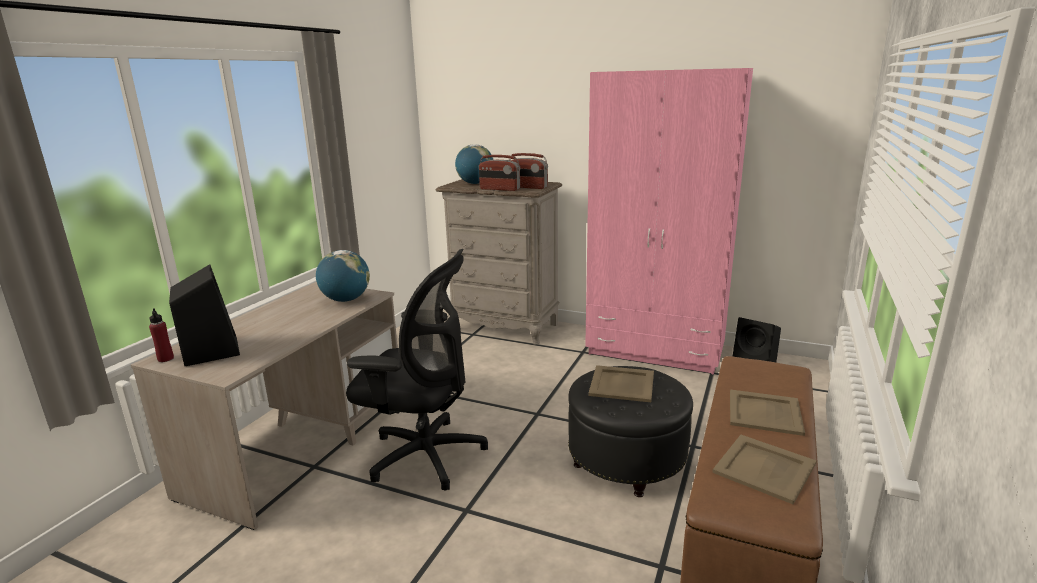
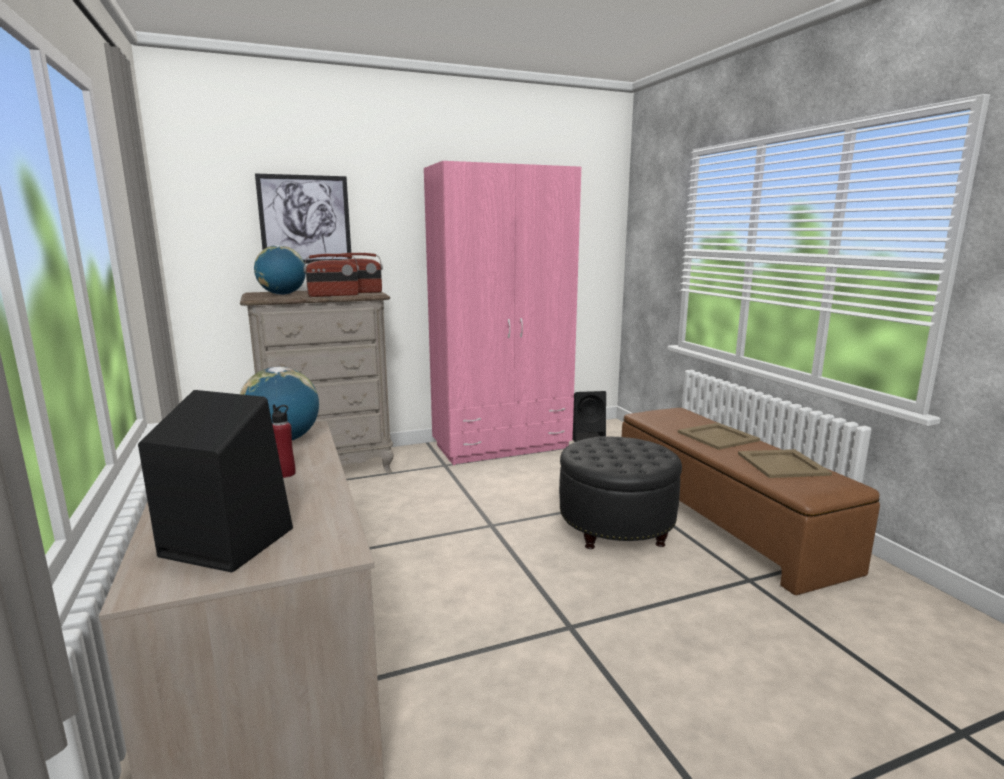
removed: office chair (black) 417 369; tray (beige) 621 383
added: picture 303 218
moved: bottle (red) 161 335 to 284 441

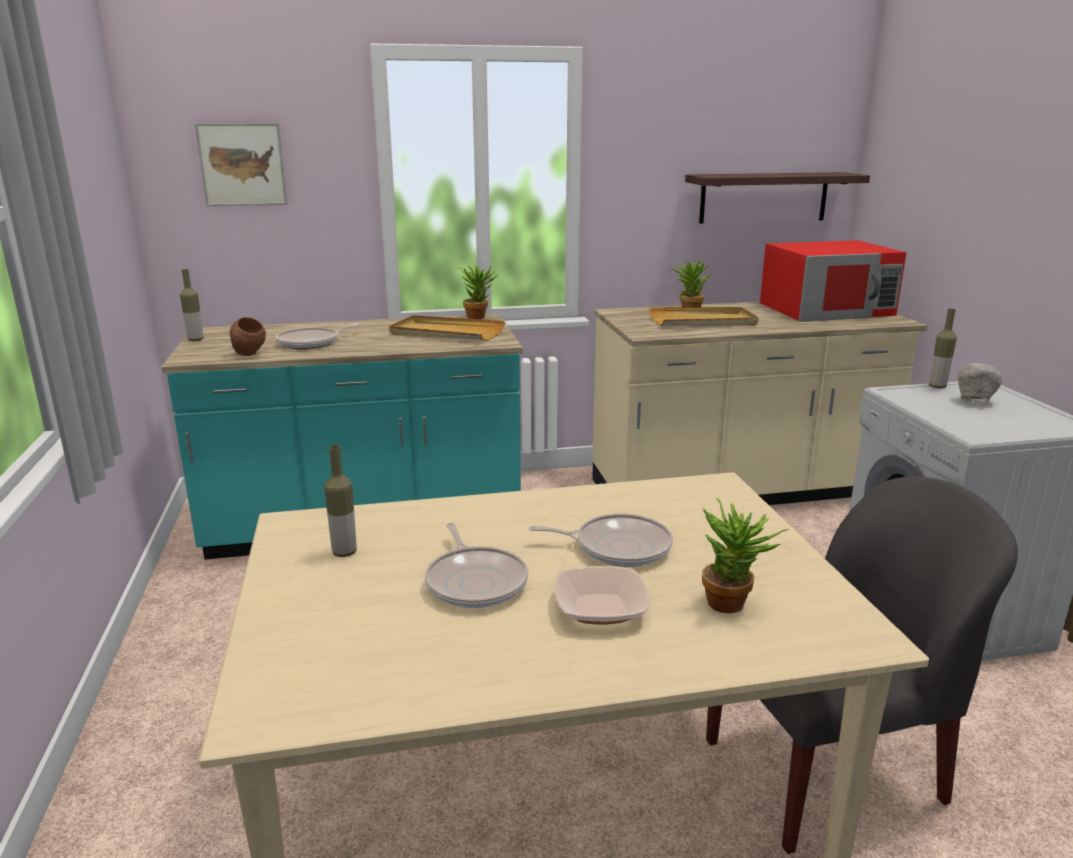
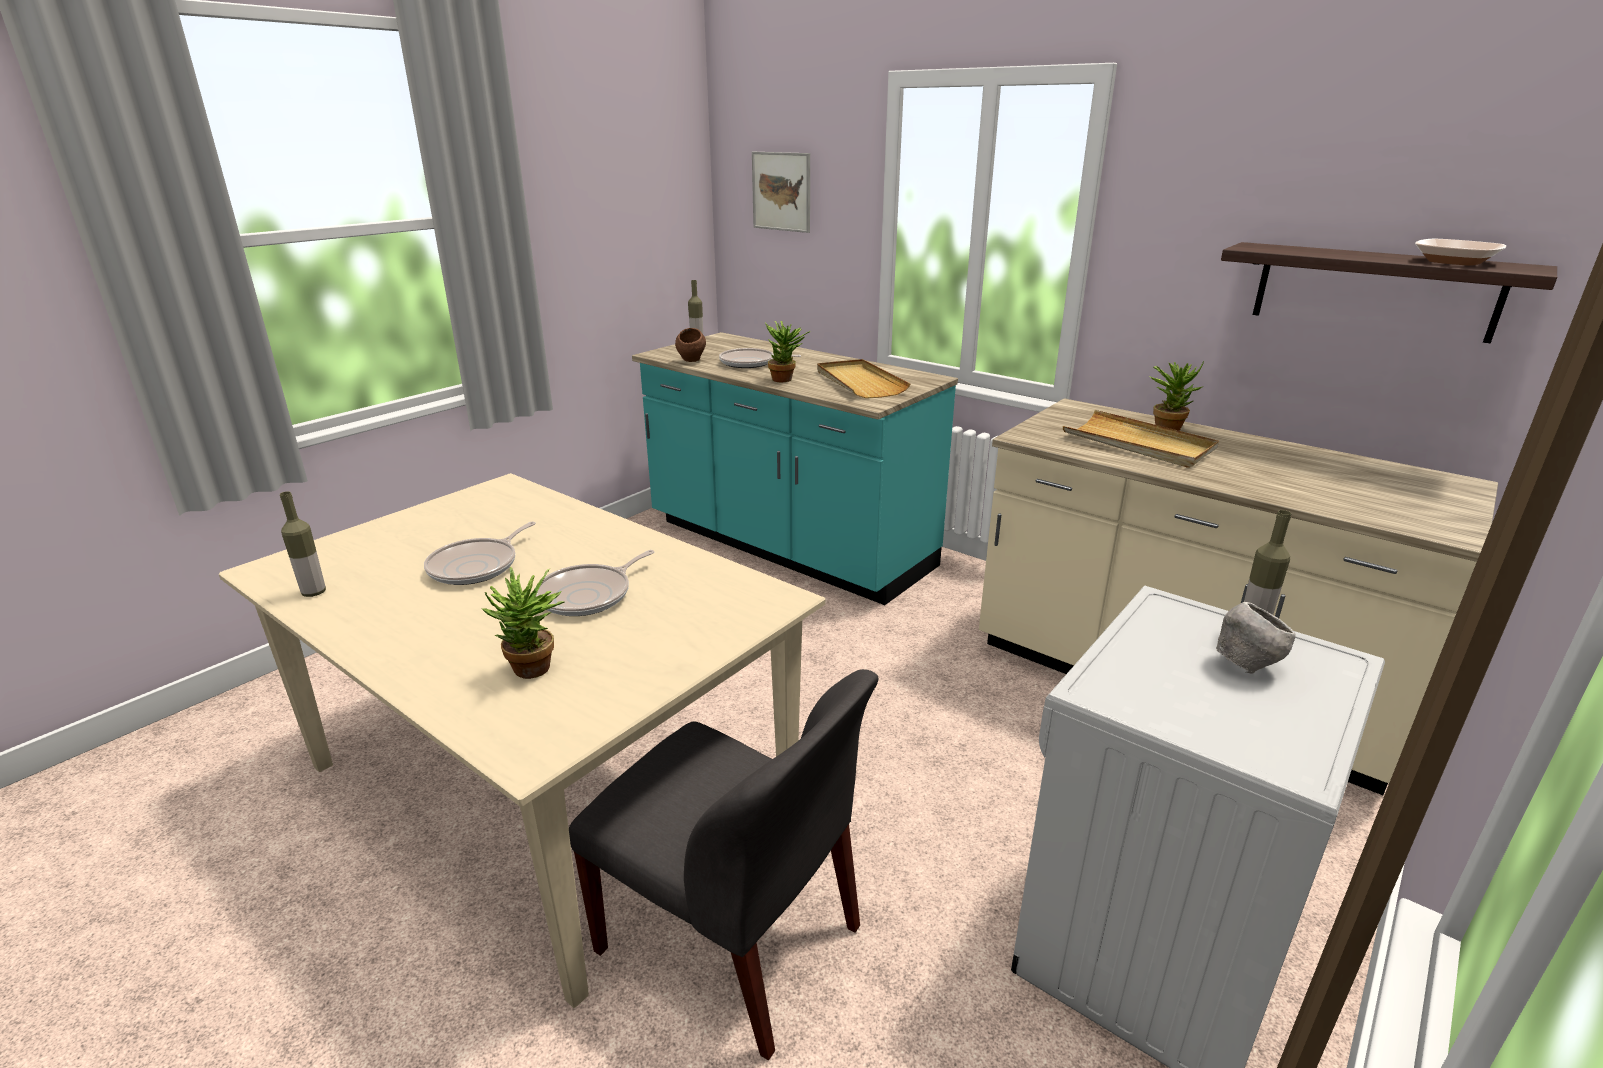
removed: microwave (red) 833 281
moved: potted plant 478 292 to 787 351; bottle 340 501 to 303 544; bowl 601 595 to 1460 252
turned: frying pan 601 540 = 595 583 75 degrees clockwise

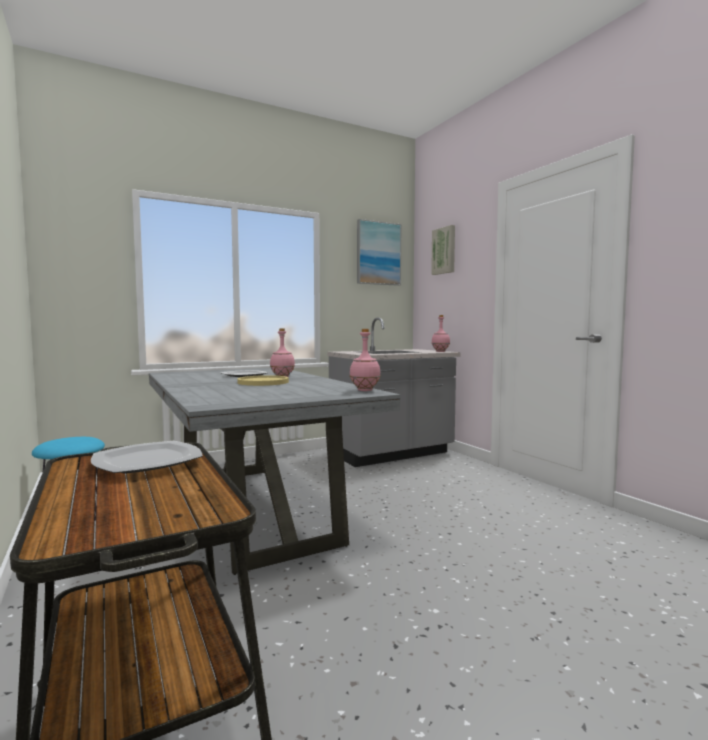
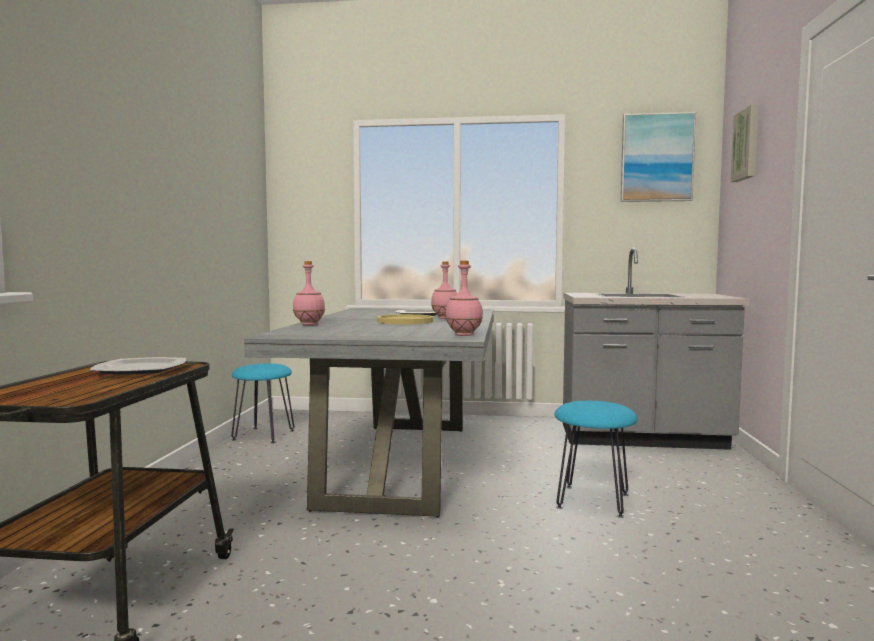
added: stool (turquoise) 596 459
moved: bottle (pink) 441 333 to 309 293

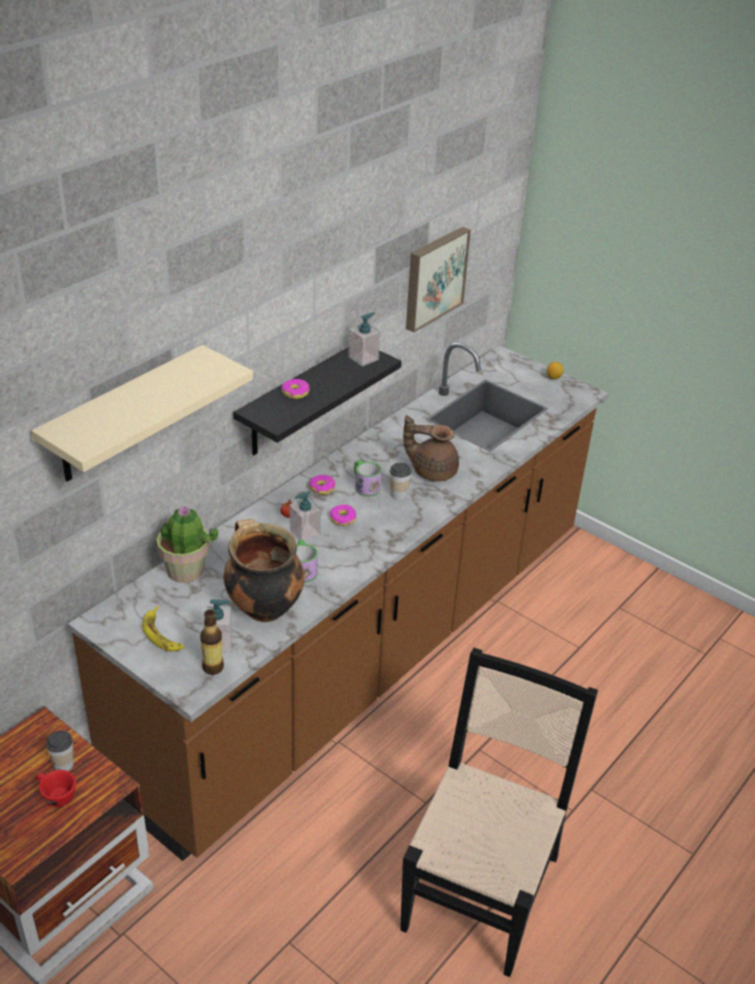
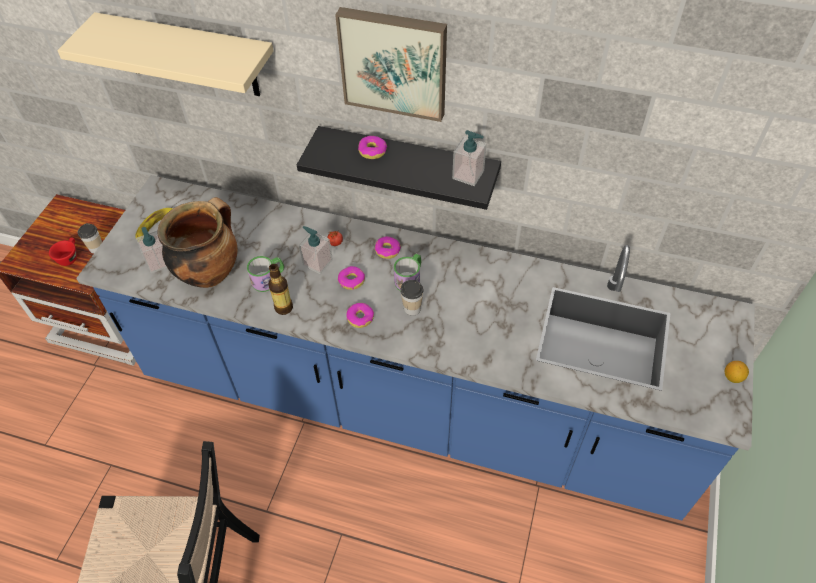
removed: teapot (brown) 431 448; potted plant 187 544
added: donut 360 315
moved: picture 438 280 to 391 64; bottle 212 642 to 280 289
recoloured: counter (brown) 338 601 to counter (blue) 415 347

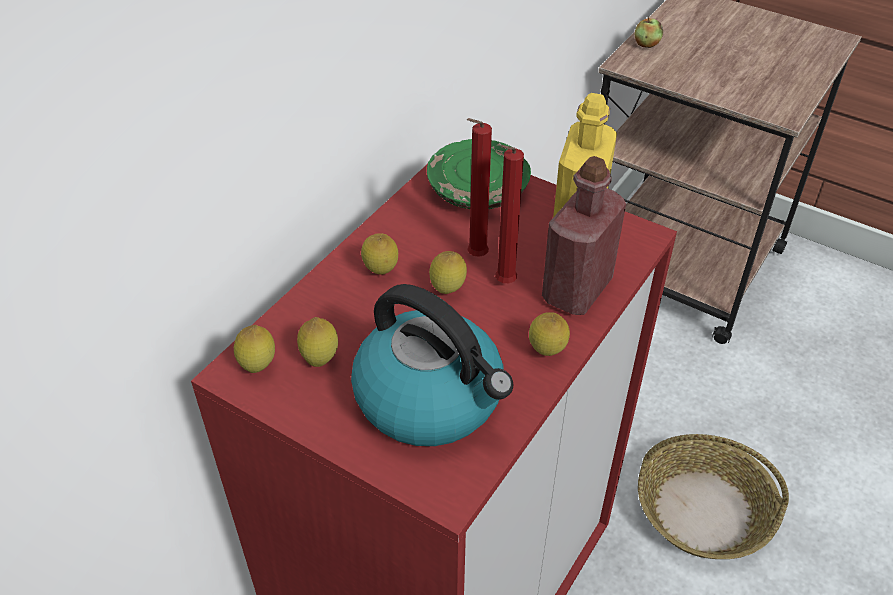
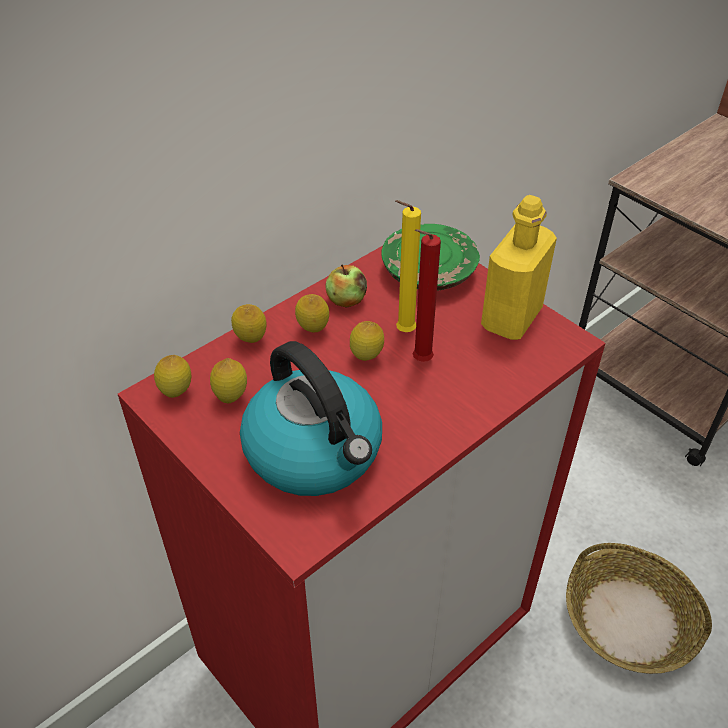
removed: bottle (red) 584 235
moved: apple 649 32 to 346 286; lemon 549 334 to 248 323
recoloured: candle (red) 479 187 to candle (yellow) 408 266

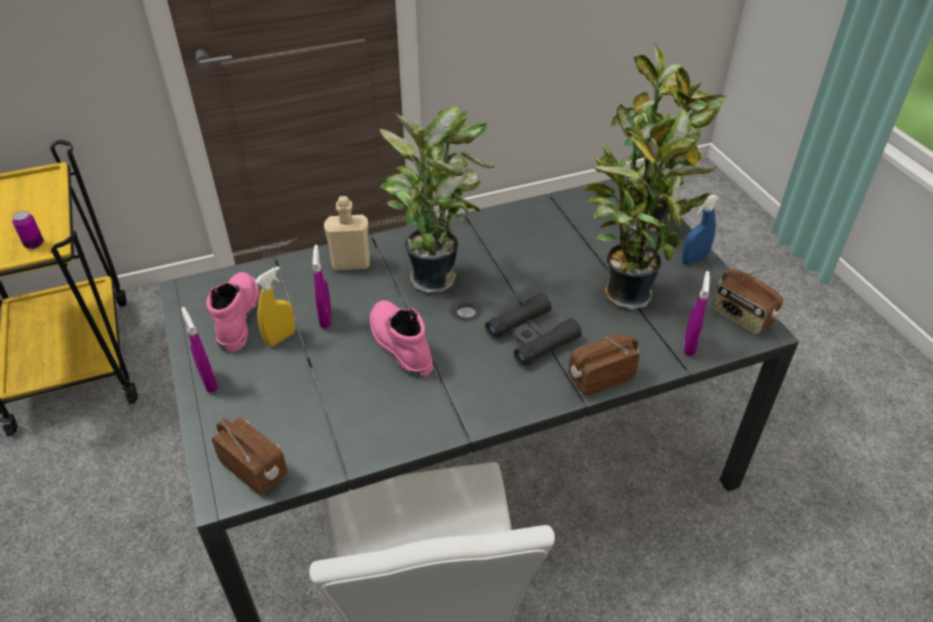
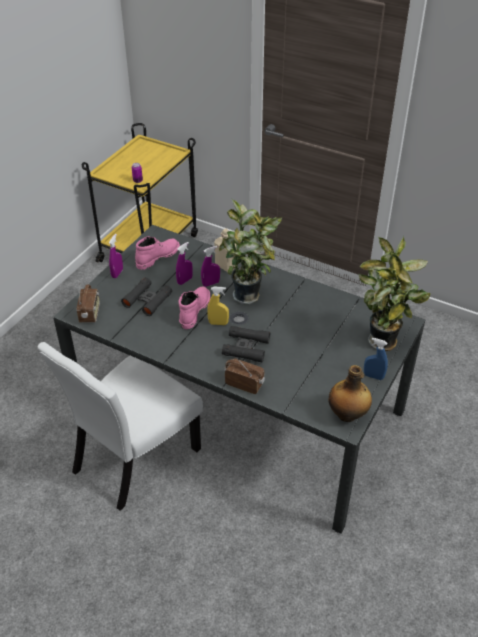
removed: potted plant 649 209
added: binoculars (black) 146 296
moved: spray bottle (yellow) 275 306 to 218 306; spray bottle (purple) 697 313 to 210 266
replaced: radio 747 300 to bottle 350 393

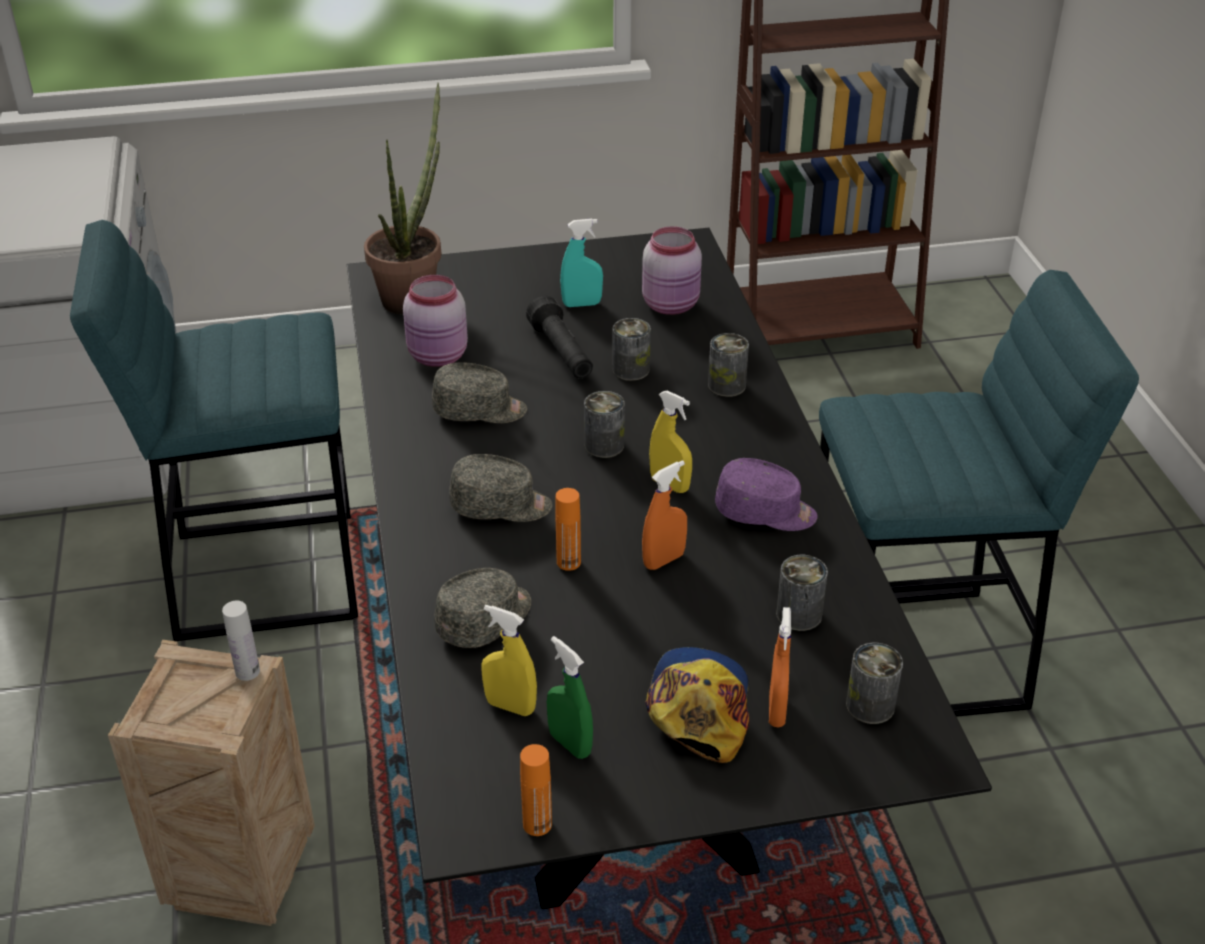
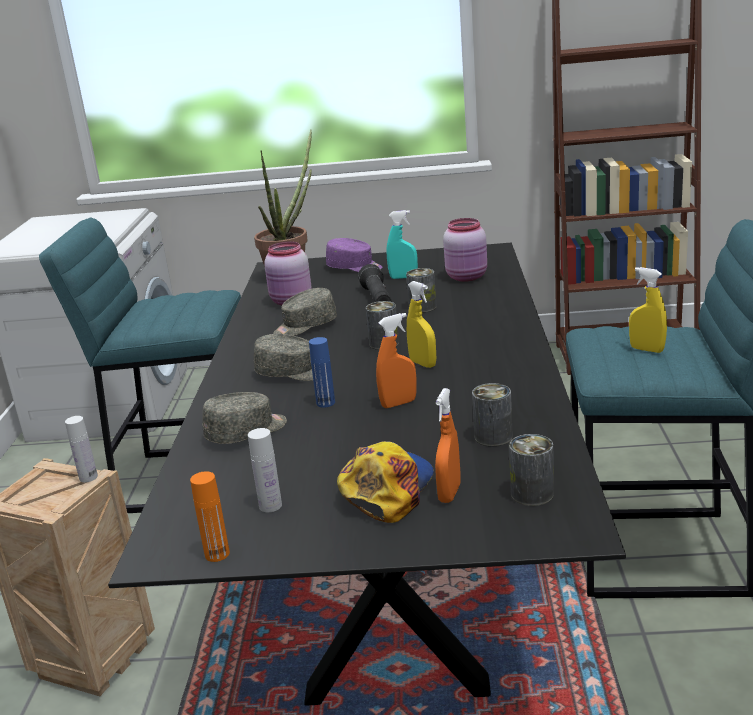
removed: can 728 365
moved: cap (purple) 766 494 to 354 255; spray bottle (yellow) 509 660 to 648 310
replaced: spray bottle (green) 570 697 to bottle (white) 265 470
recoloured: bottle (orange) 568 529 to bottle (blue) 322 372
turned: cap (grey) 479 392 = 305 312 135 degrees clockwise

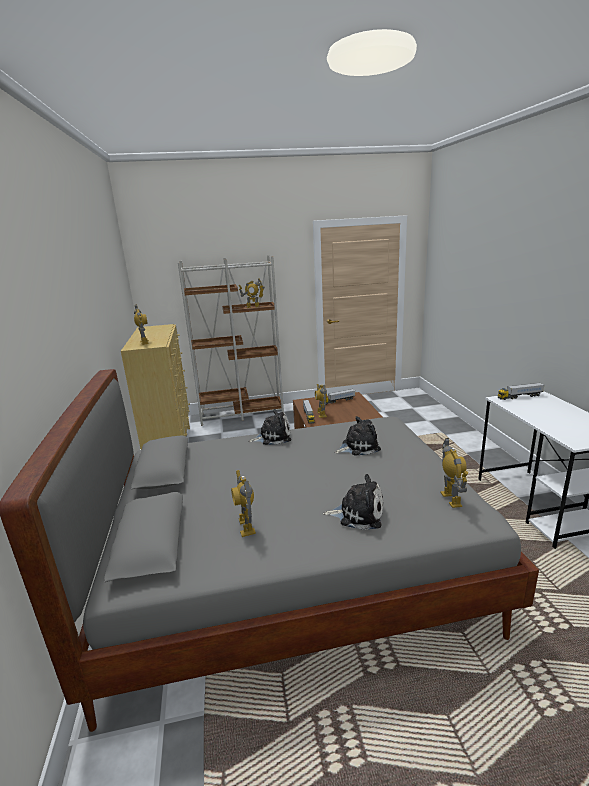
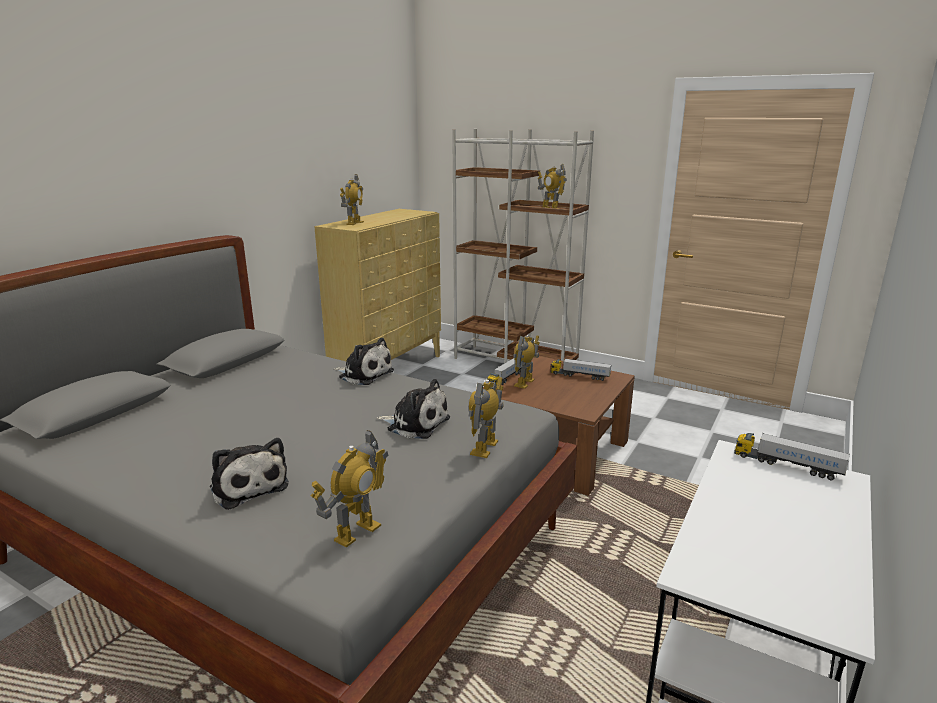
moved: toy robot 243 503 to 486 417

